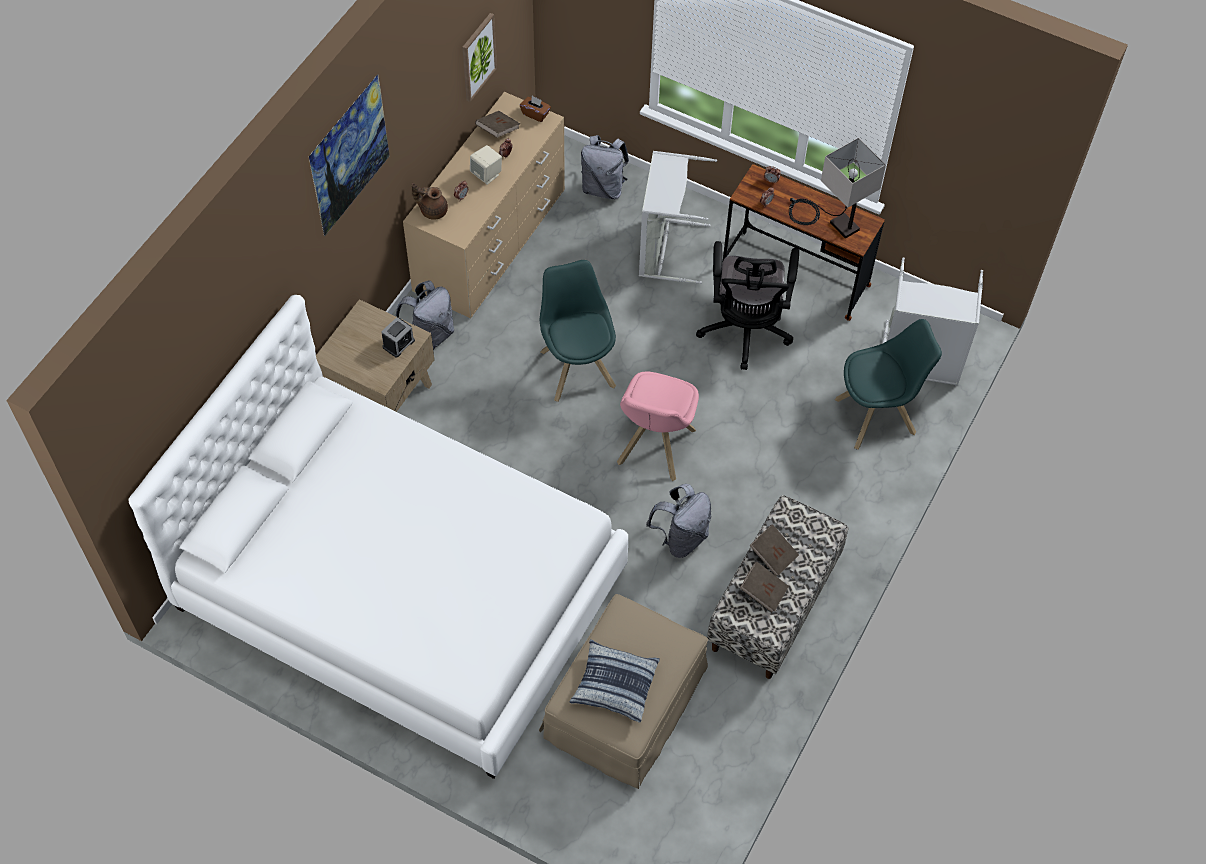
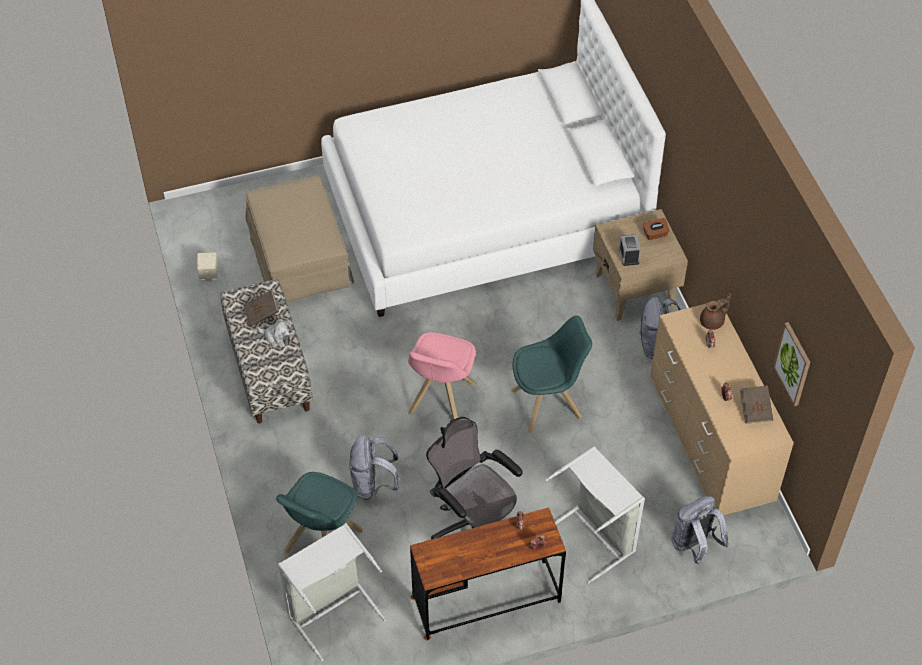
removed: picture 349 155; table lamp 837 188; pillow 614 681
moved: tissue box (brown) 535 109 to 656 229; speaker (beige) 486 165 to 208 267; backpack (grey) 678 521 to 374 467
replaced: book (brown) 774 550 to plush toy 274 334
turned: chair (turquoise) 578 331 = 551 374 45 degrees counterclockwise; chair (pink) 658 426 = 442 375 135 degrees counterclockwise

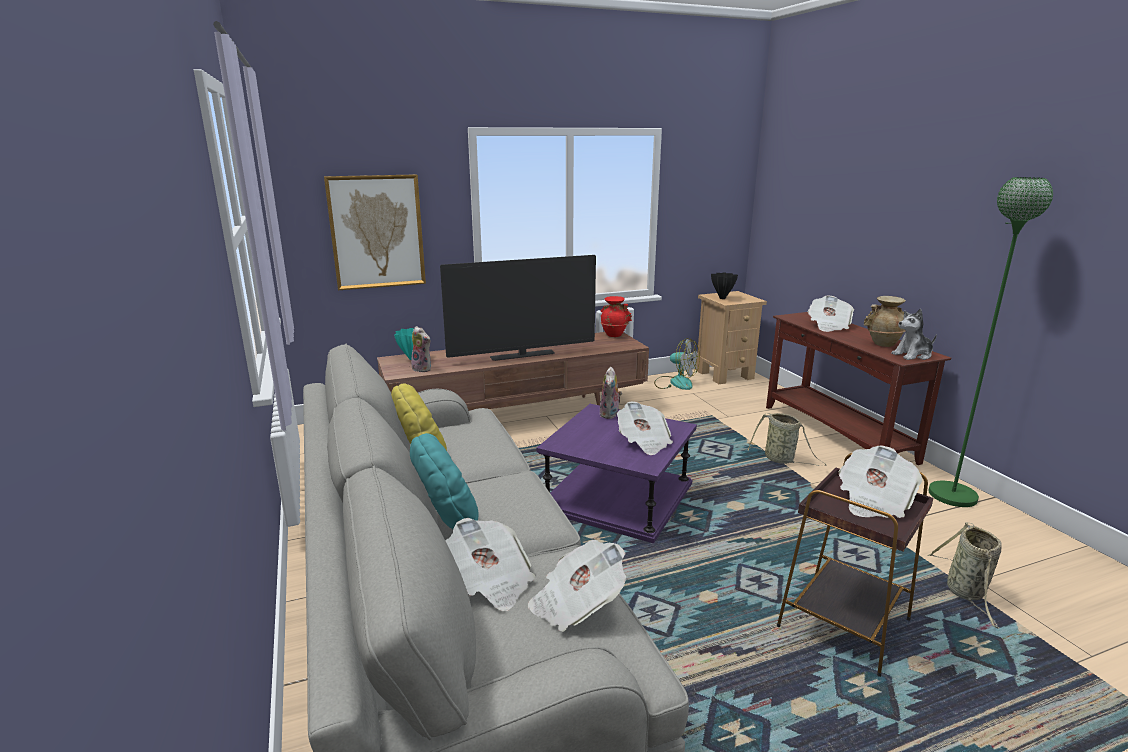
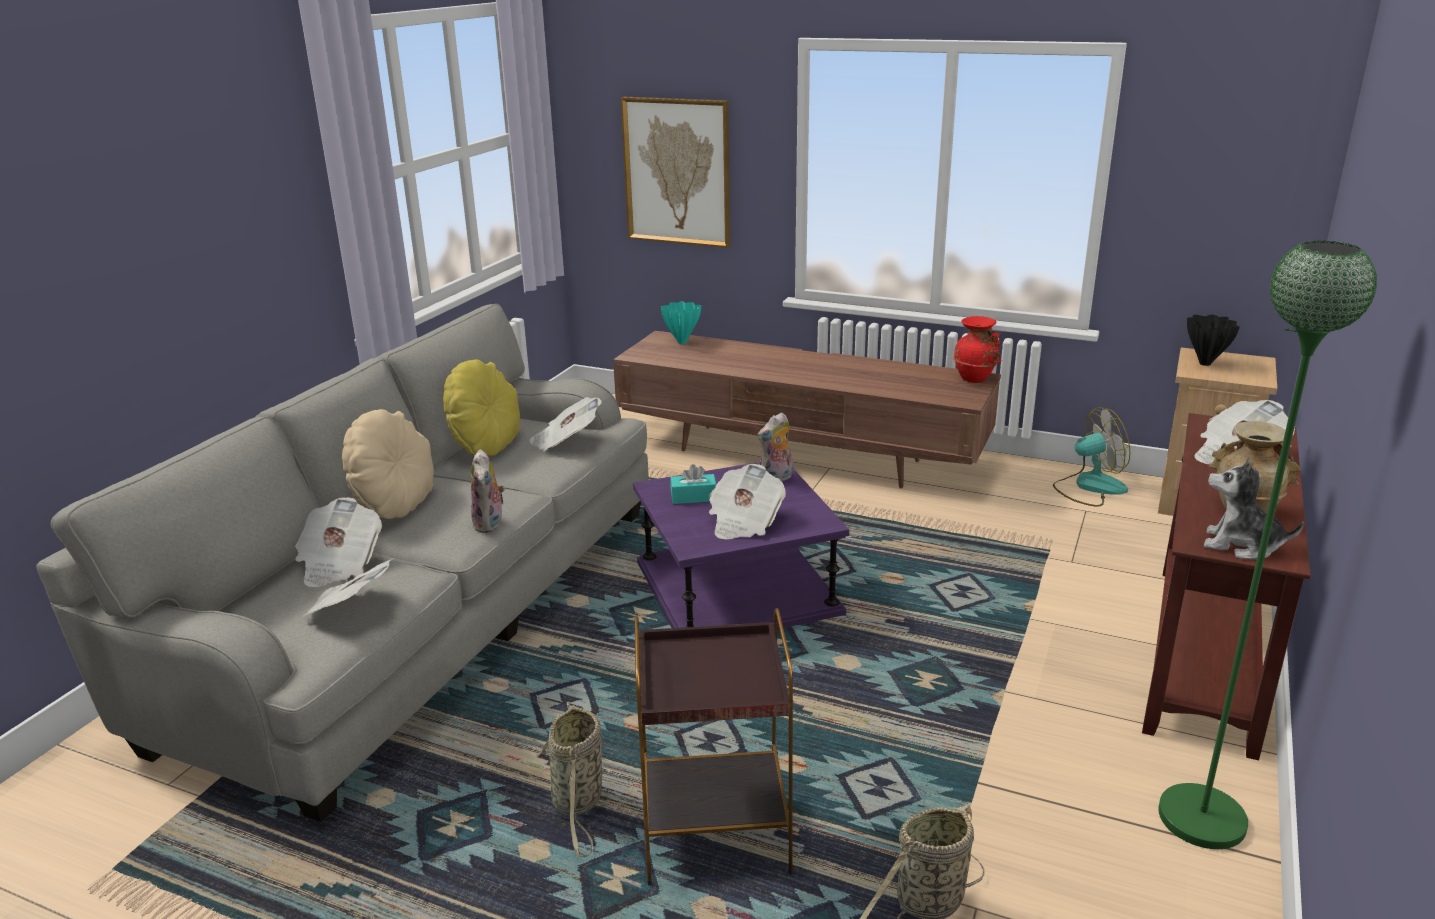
removed: television 518 308
added: tissue box (turquoise) 693 484
moved: plush toy 421 349 to 488 491; basket 787 439 to 569 779; newspaper 880 481 to 565 424
recoloured: pillow (turquoise) 444 481 to pillow (beige) 388 464
turned: fan 677 364 = 1091 457 90 degrees counterclockwise

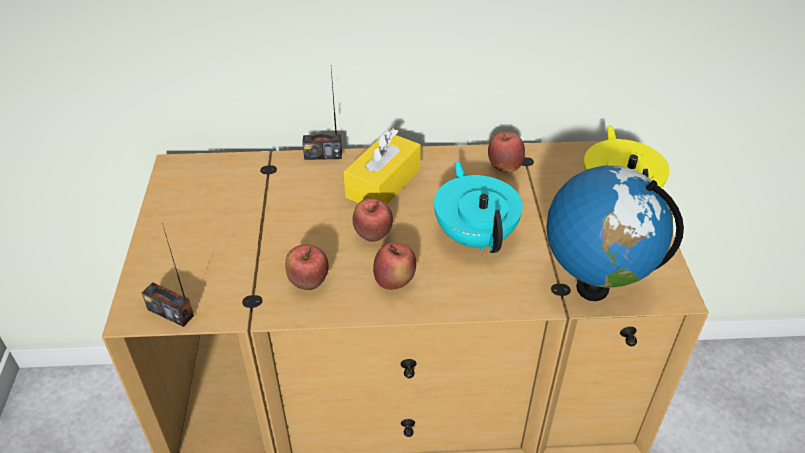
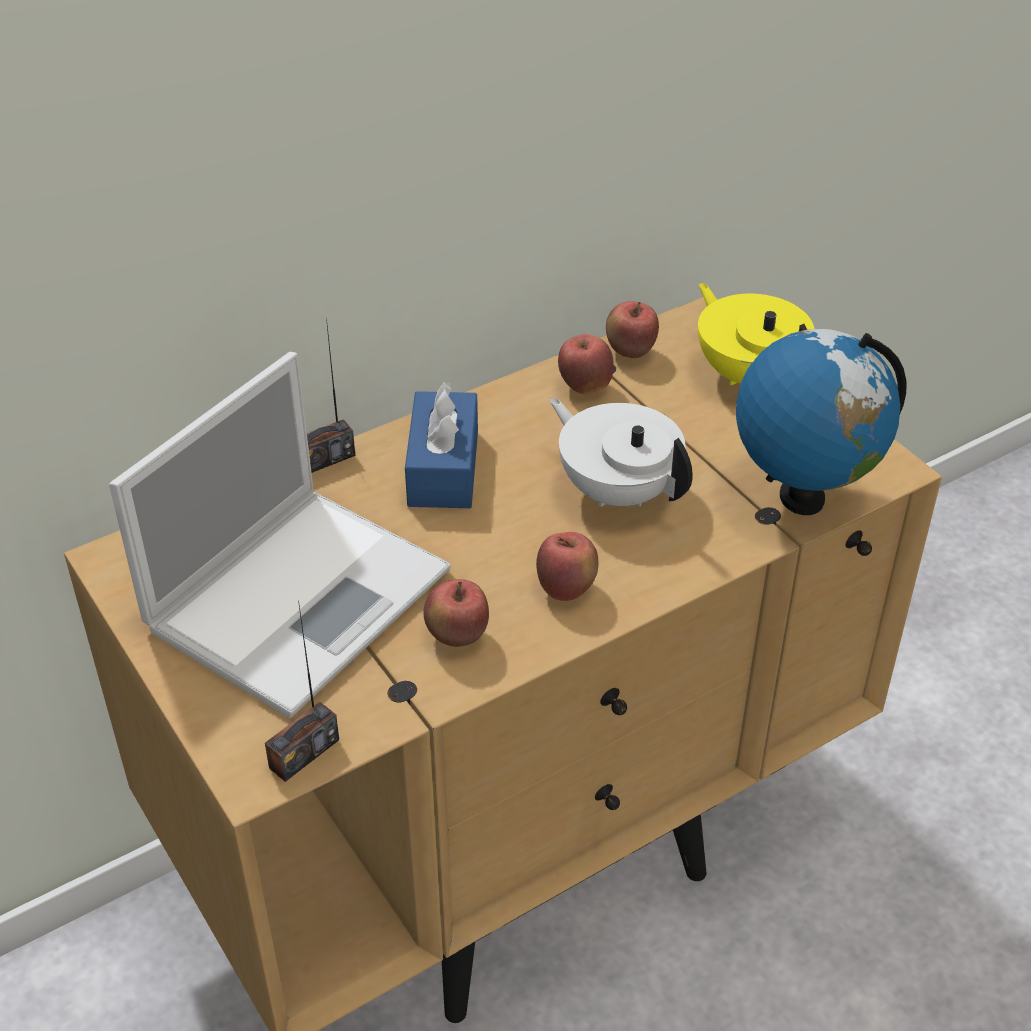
added: laptop 280 535
moved: apple 373 220 to 632 329
recoloured: tissue box (yellow) 382 166 to tissue box (blue) 441 445; teapot (turquoise) 478 207 to teapot (white) 621 452
turned: radio 168 275 = 302 691 45 degrees counterclockwise

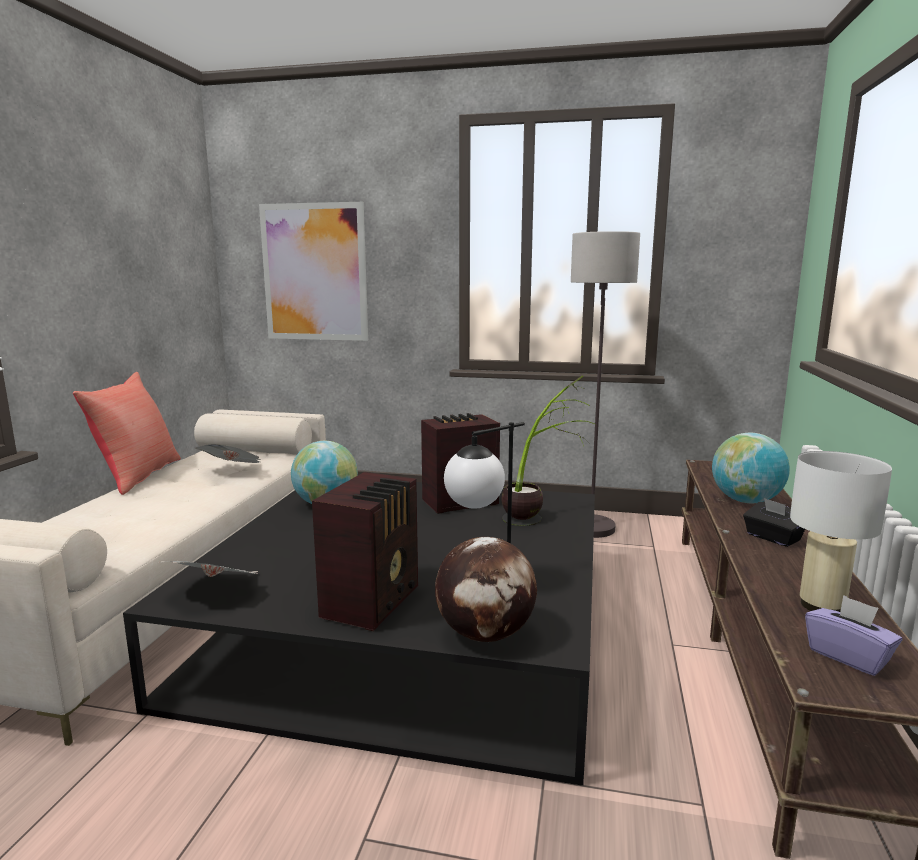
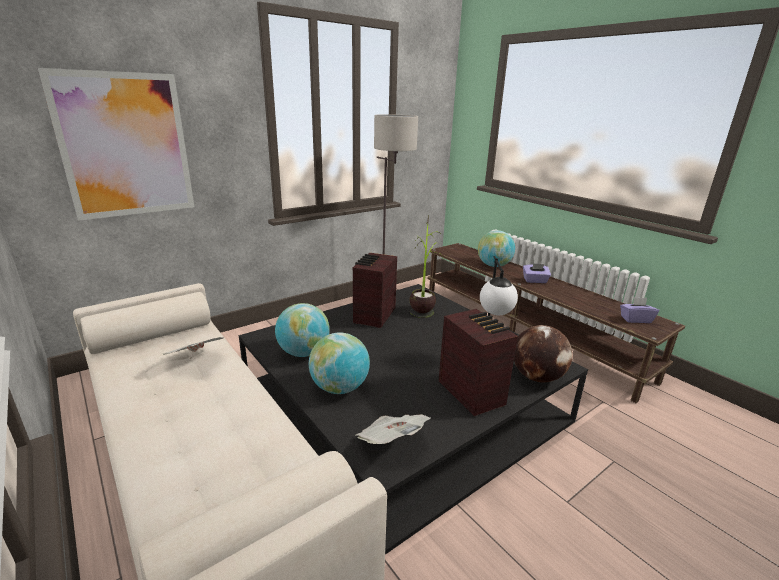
removed: pillow (red) 127 433; table lamp (white) 841 531
added: globe 339 363
recoloured: tissue box (black) 774 522 to tissue box (purple) 537 273

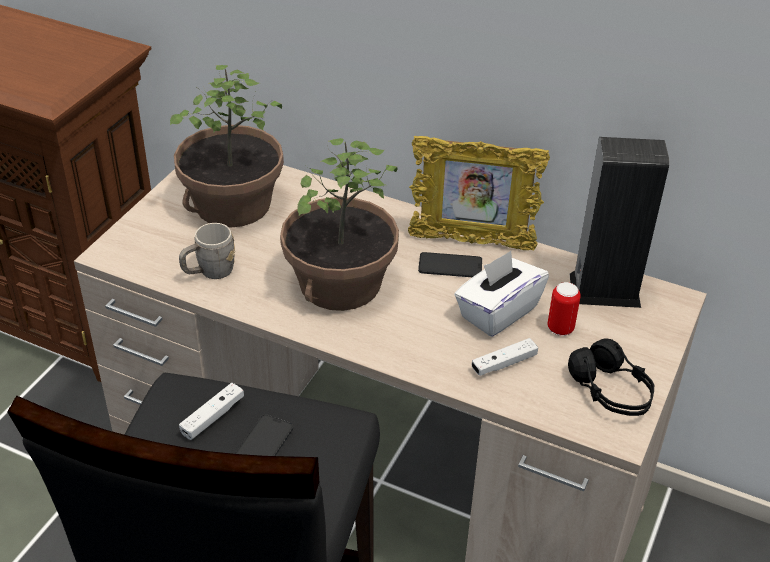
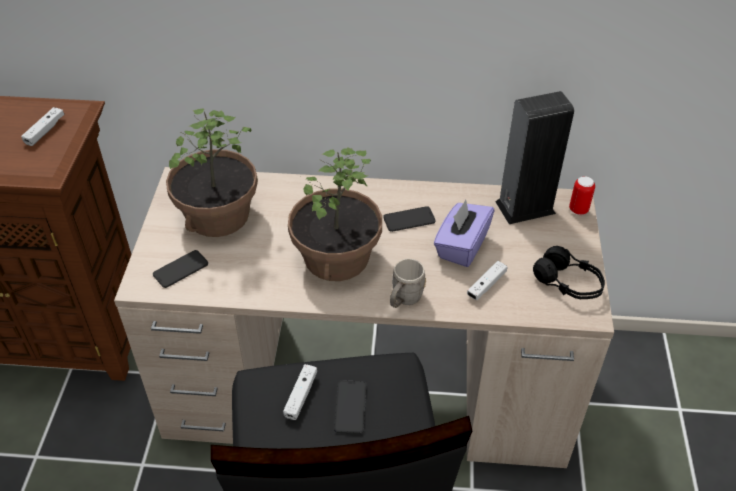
removed: picture frame 479 193
added: game controller (white) 43 126; phone 180 269
moved: mug (grey) 207 251 to 408 283; can 564 309 to 582 195
recoloured: tissue box (white) 501 294 to tissue box (purple) 464 233

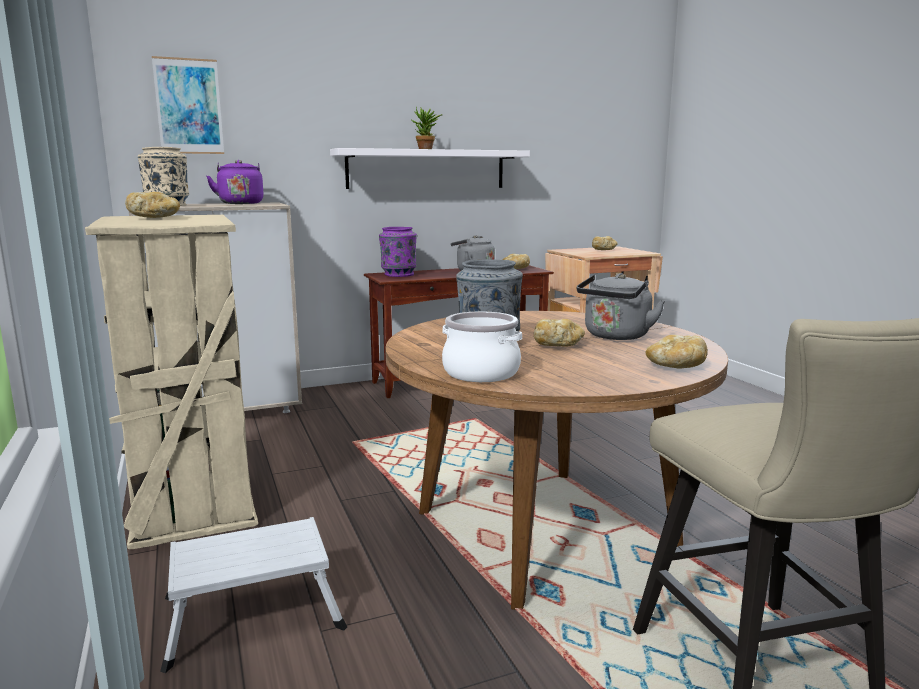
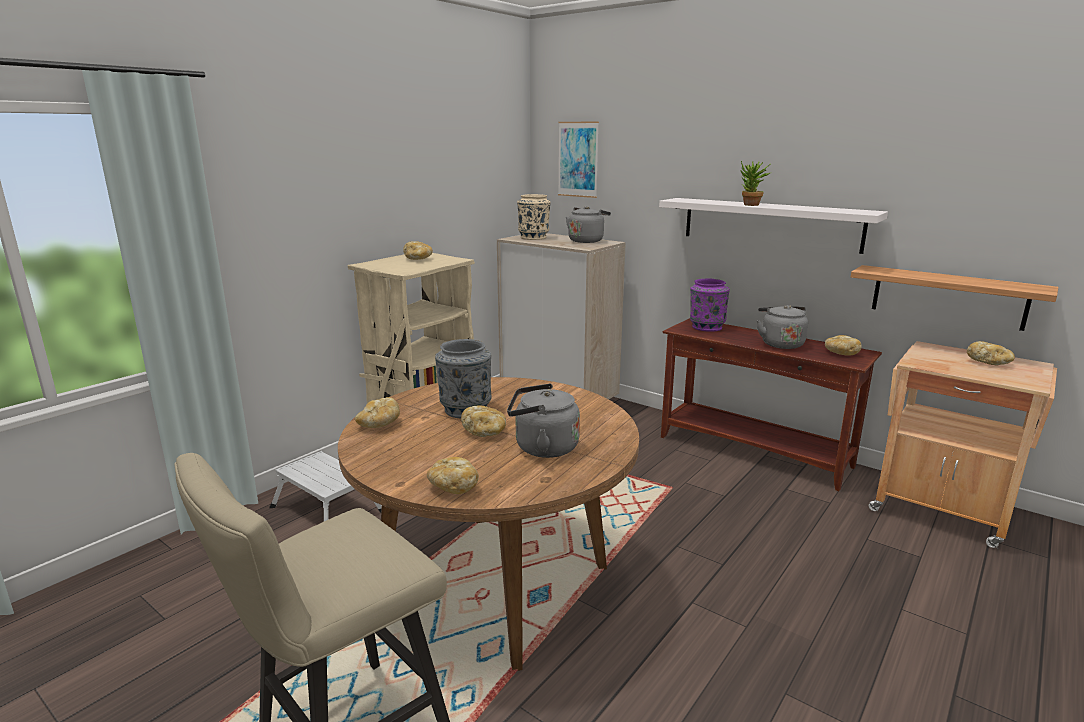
added: shelf 954 298
replaced: cooking pot 482 347 to bread 377 412
recoloured: kettle (purple) 235 182 to kettle (grey) 588 224

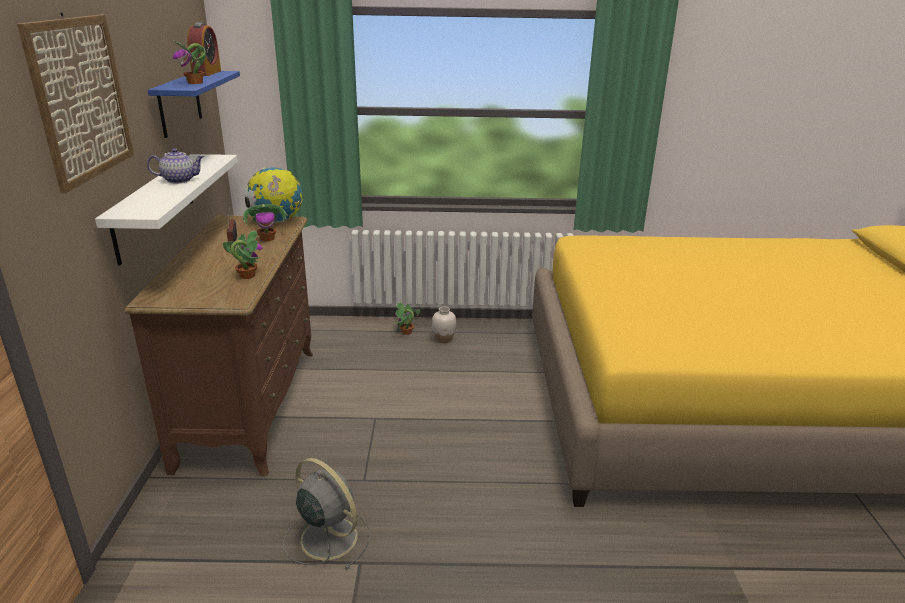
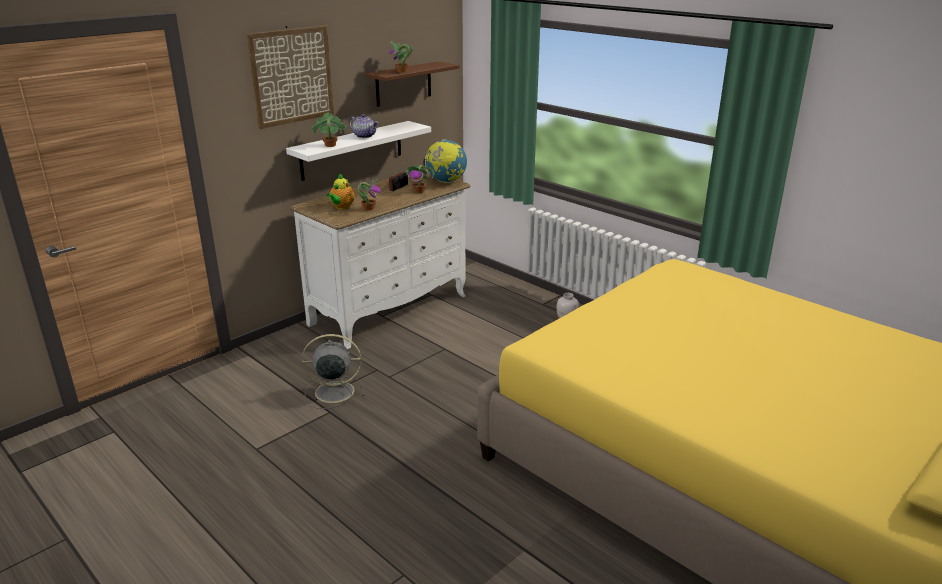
removed: alarm clock 204 49
added: teapot 340 191
moved: potted plant 407 319 to 329 130
recoloured: shelf (blue) 194 104 to shelf (brown) 412 84; dresser (brown) 219 346 to dresser (white) 380 259
turned: fan (grey) 327 514 = 333 371 90 degrees counterclockwise

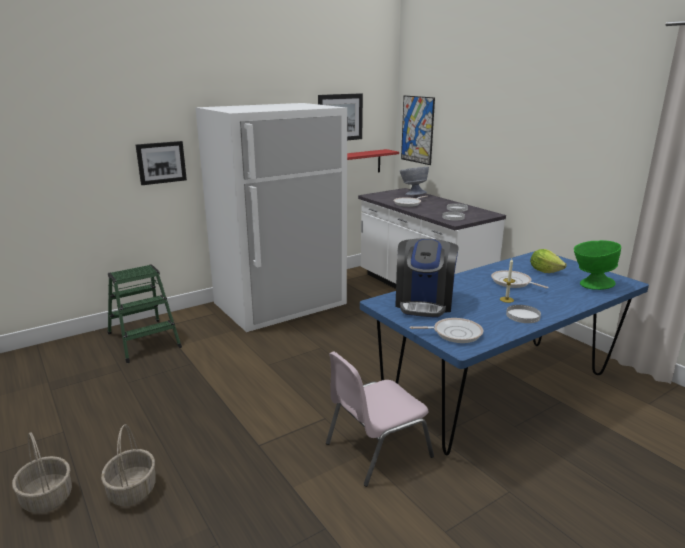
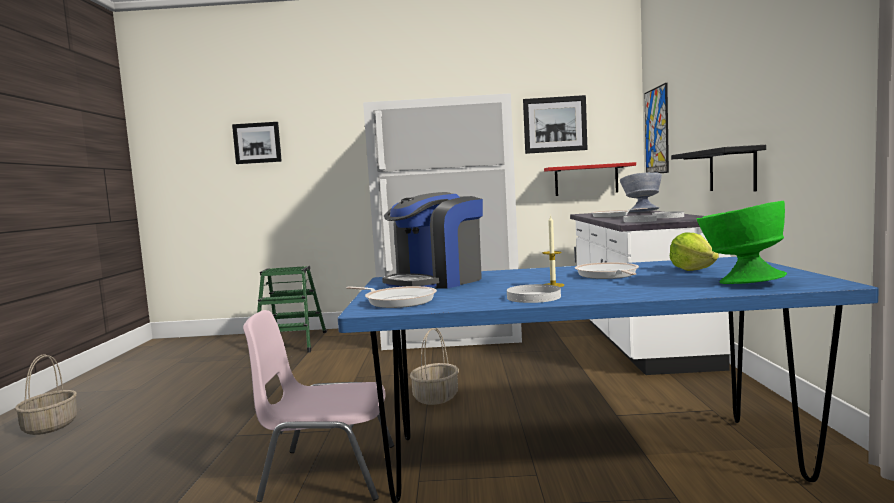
added: shelf (black) 718 168
moved: picture 161 163 to 257 143; basket 128 465 to 434 366

